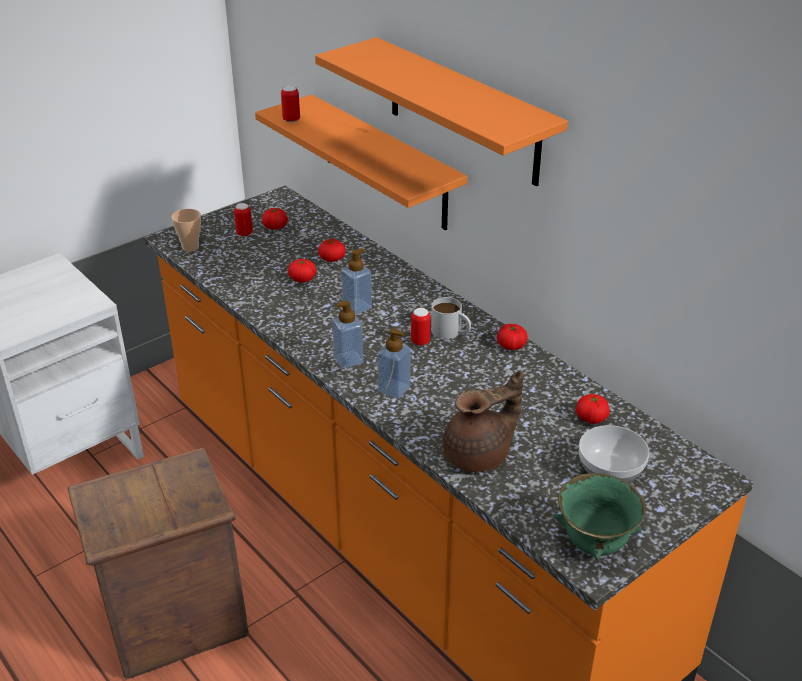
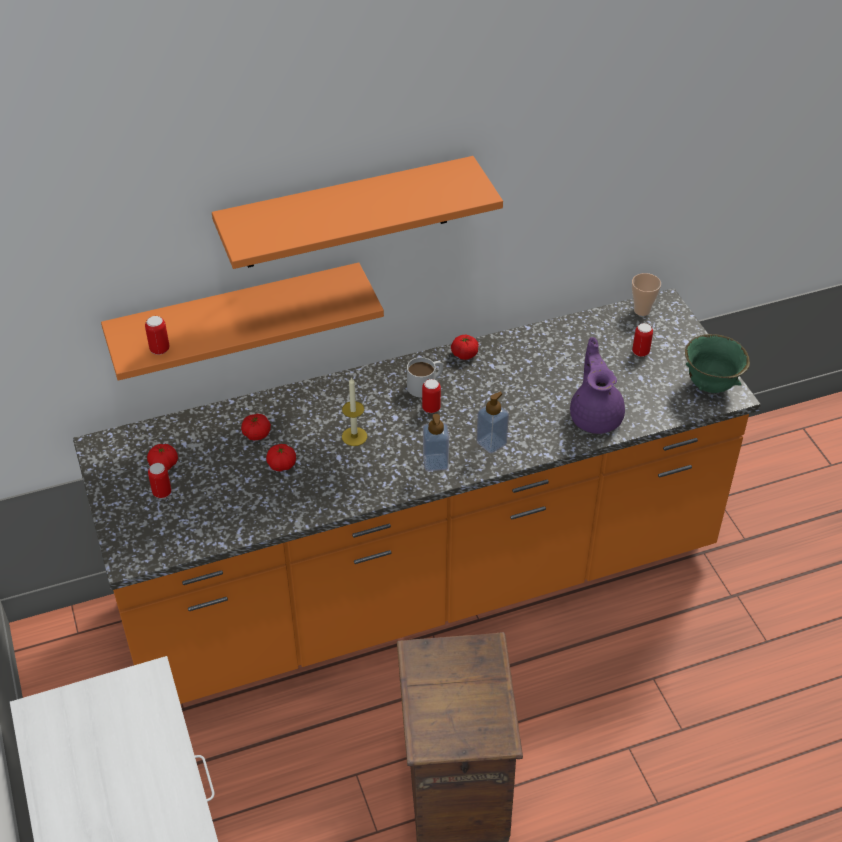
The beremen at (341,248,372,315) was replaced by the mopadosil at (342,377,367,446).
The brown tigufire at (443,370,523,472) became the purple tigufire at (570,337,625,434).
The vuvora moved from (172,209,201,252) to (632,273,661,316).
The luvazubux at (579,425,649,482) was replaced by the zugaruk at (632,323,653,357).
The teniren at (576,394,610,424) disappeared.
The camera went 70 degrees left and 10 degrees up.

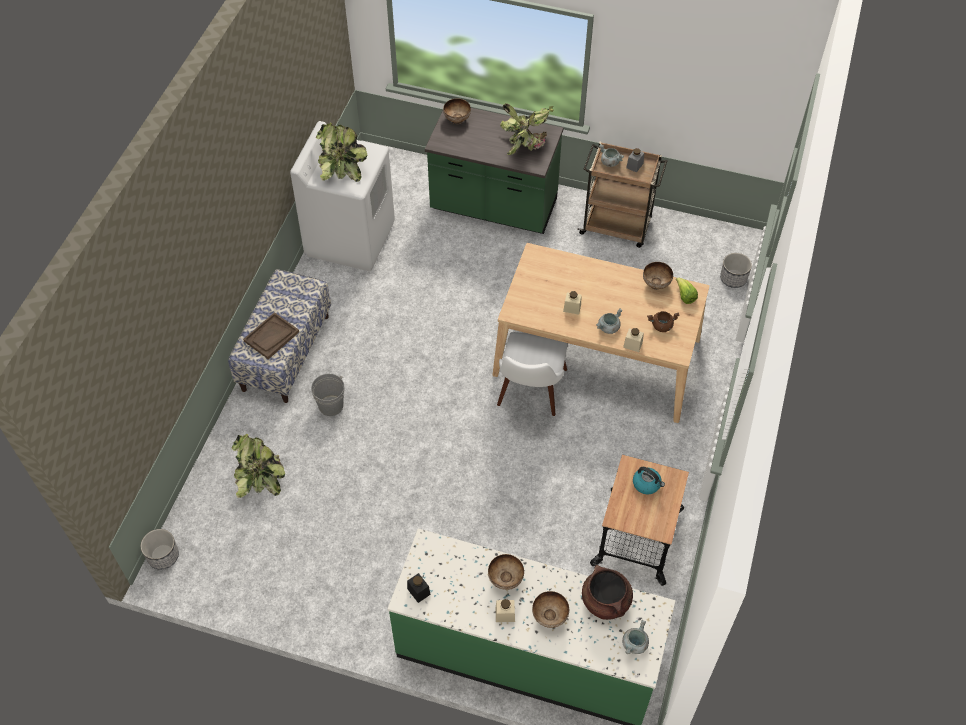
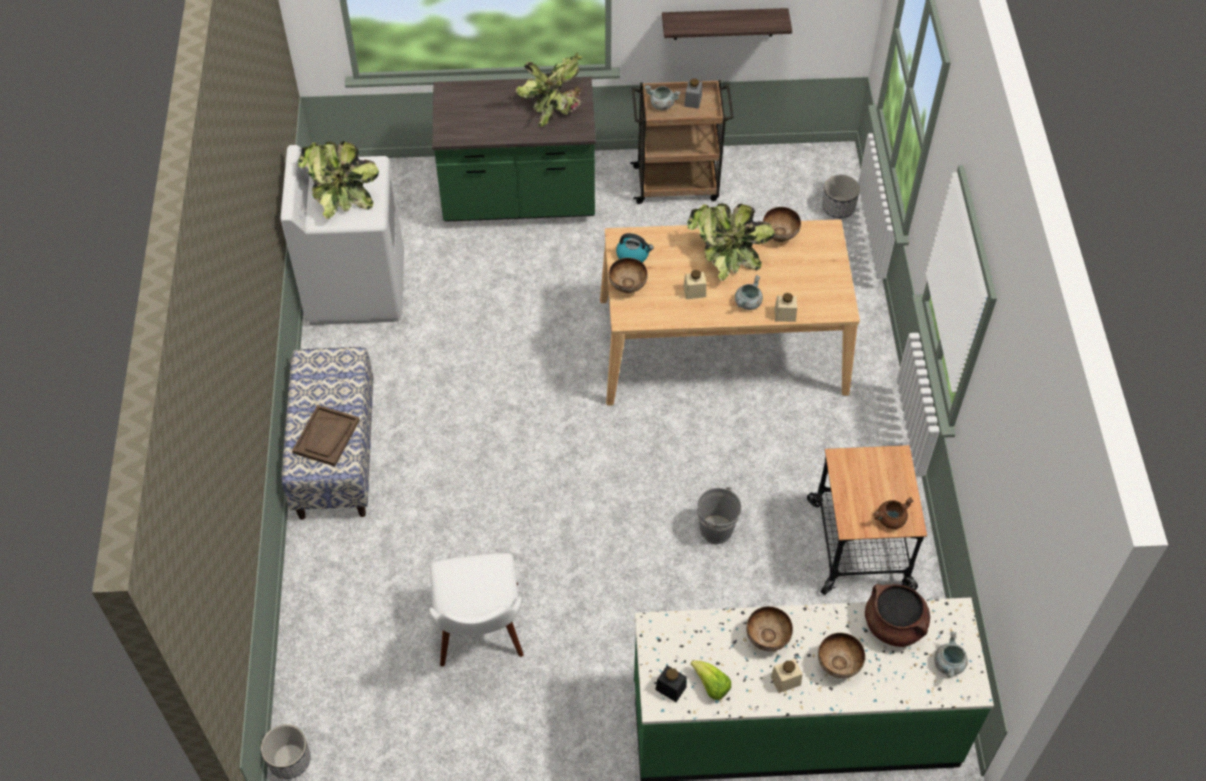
The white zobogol moved from (497,332,568,416) to (429,553,523,667).
The luvazubux moved from (443,98,471,124) to (609,258,648,293).
The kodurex moved from (633,467,665,494) to (616,233,654,263).
The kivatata at (662,8,792,40) appeared.
The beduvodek moved from (232,434,285,498) to (687,203,775,281).
The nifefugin moved from (676,277,698,304) to (690,660,731,700).
The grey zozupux moved from (311,374,344,416) to (697,487,742,544).
The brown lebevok moved from (647,311,679,332) to (873,497,913,529).
The camera went 20 degrees left and 0 degrees up.

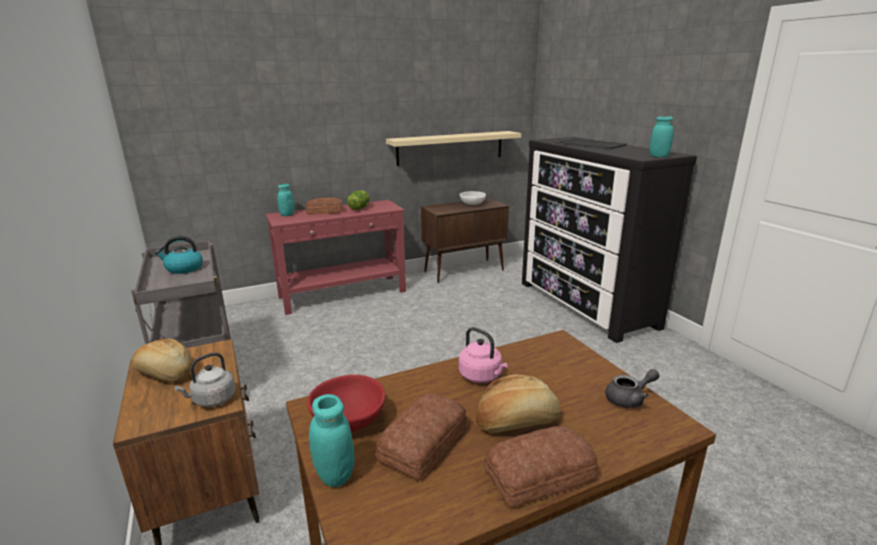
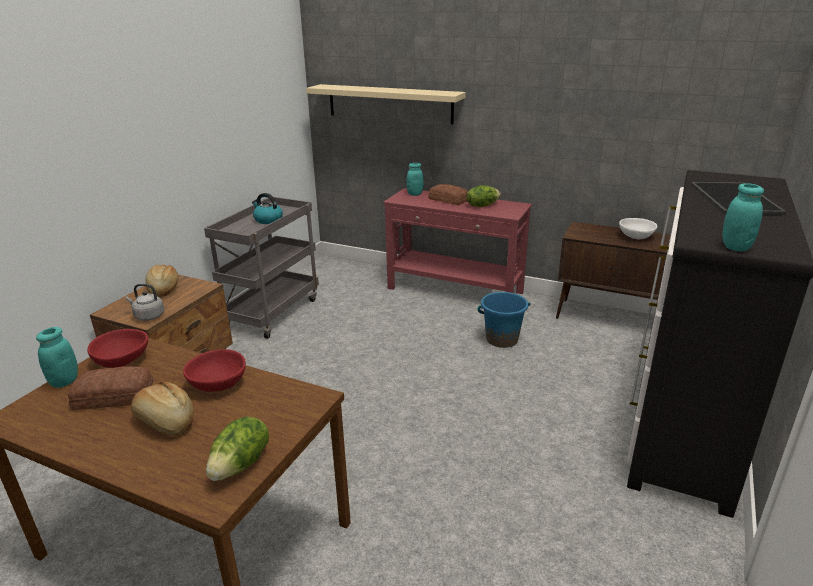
The pink kodurex at (459,327,508,383) was replaced by the red luvazubux at (183,349,246,392).
The grey tigufire at (605,369,660,408) was replaced by the nifefugin at (206,417,269,481).
The beige kivatata moved from (386,131,521,166) to (306,84,466,124).
The blue zozupux at (477,292,531,348) appeared.
The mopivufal at (484,426,599,509) disappeared.
The camera went 50 degrees right and 5 degrees up.

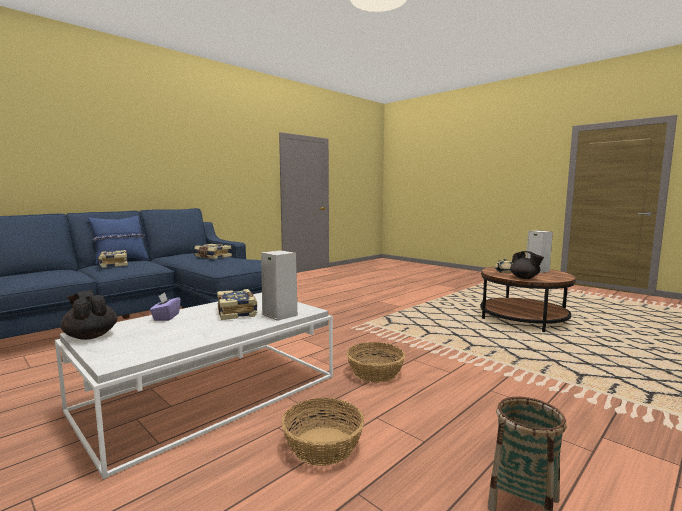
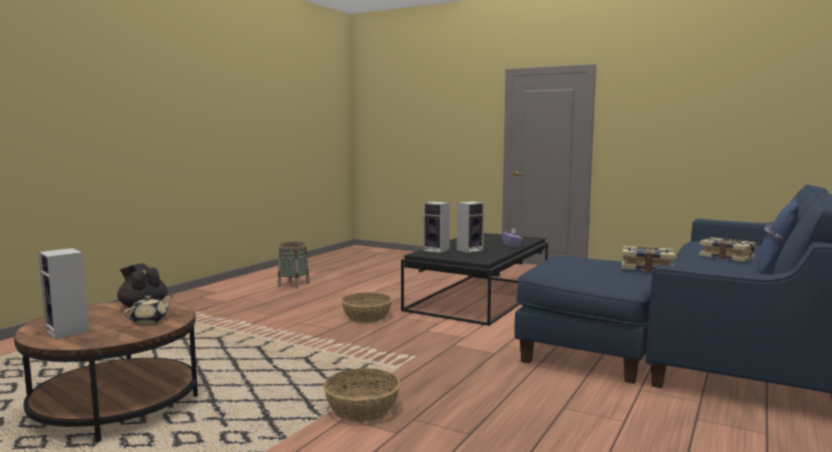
The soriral moved from (281,398,364,466) to (323,368,401,423).
The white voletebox at (55,293,333,480) became the black voletebox at (401,233,548,326).
The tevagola at (217,289,257,320) was replaced by the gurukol at (457,201,484,253).
The black tigufire at (60,290,117,340) disappeared.
The camera went 165 degrees right and 0 degrees up.

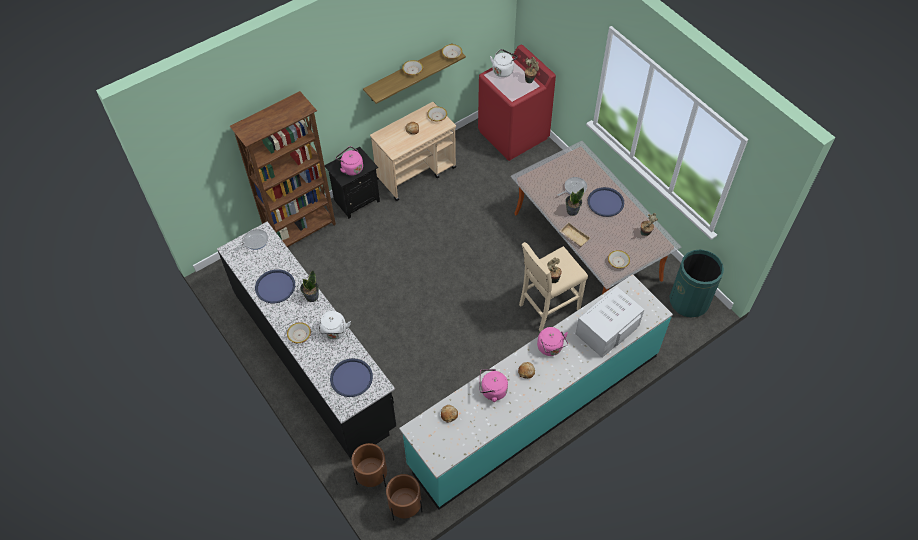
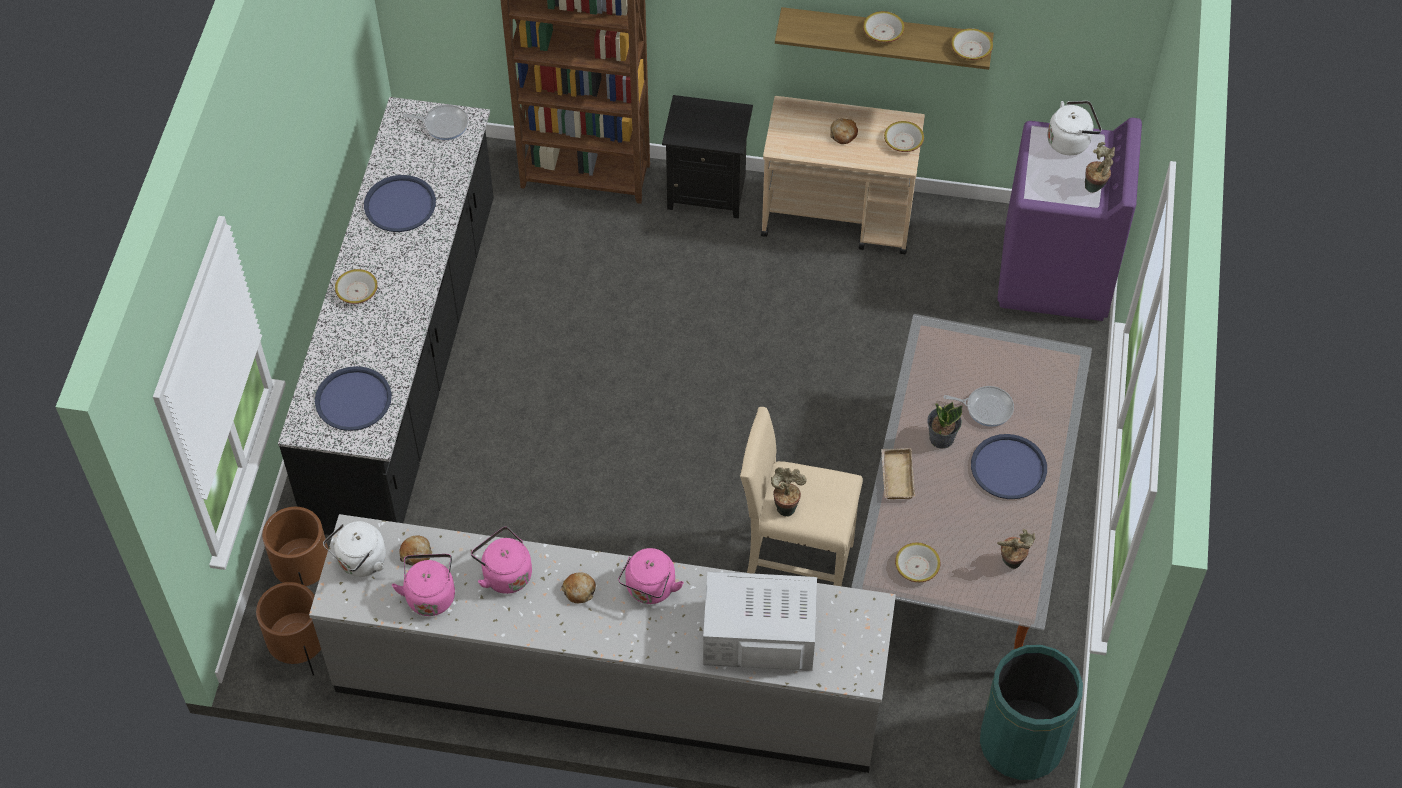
The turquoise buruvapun at (399,274,673,510) became the grey buruvapun at (309,514,896,773).
The white kodurex moved from (319,311,351,340) to (323,521,386,577).
The pink kodurex moved from (336,146,363,176) to (392,554,455,616).
The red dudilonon at (478,44,556,161) became the purple dudilonon at (997,118,1142,321).
The beduvodek at (300,270,319,302) disappeared.
The camera went 45 degrees right and 0 degrees up.

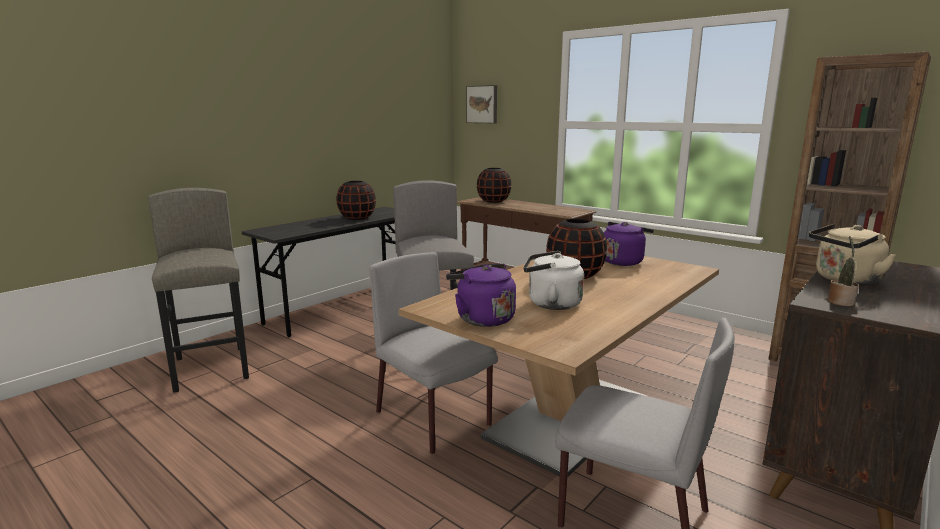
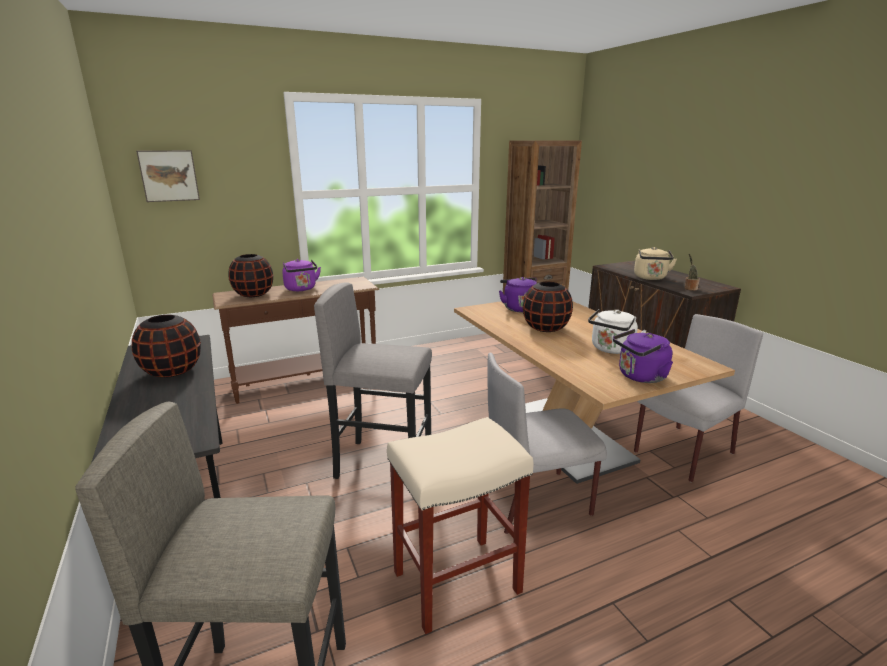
The purple kodurex at (282,259,321,291) appeared.
The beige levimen at (387,417,534,634) appeared.
The camera went 65 degrees left and 5 degrees up.

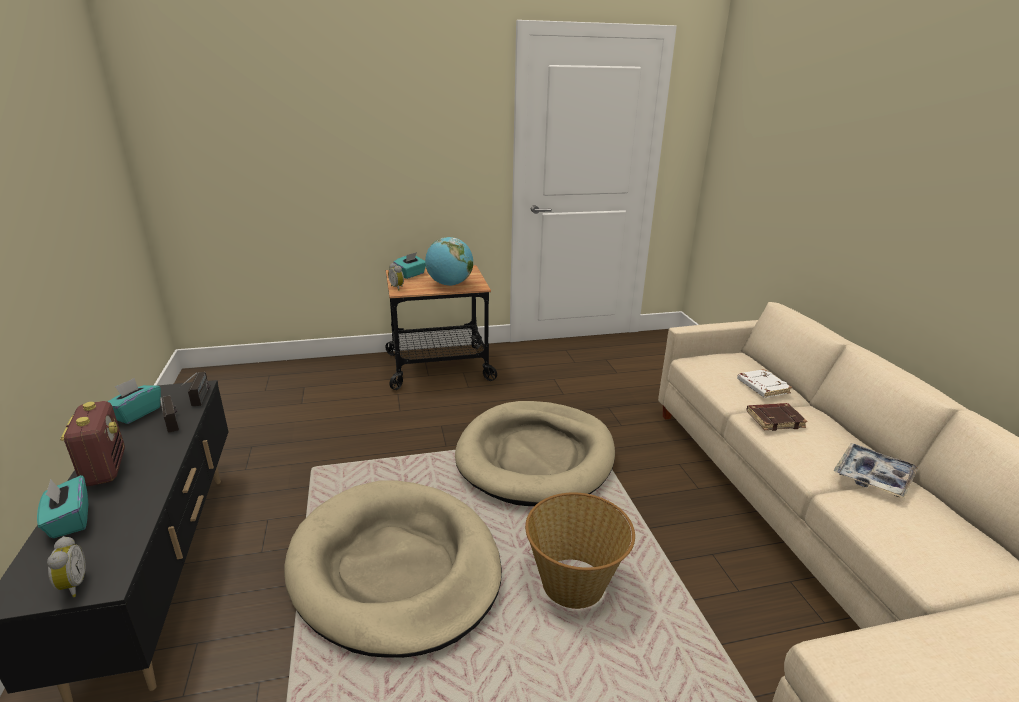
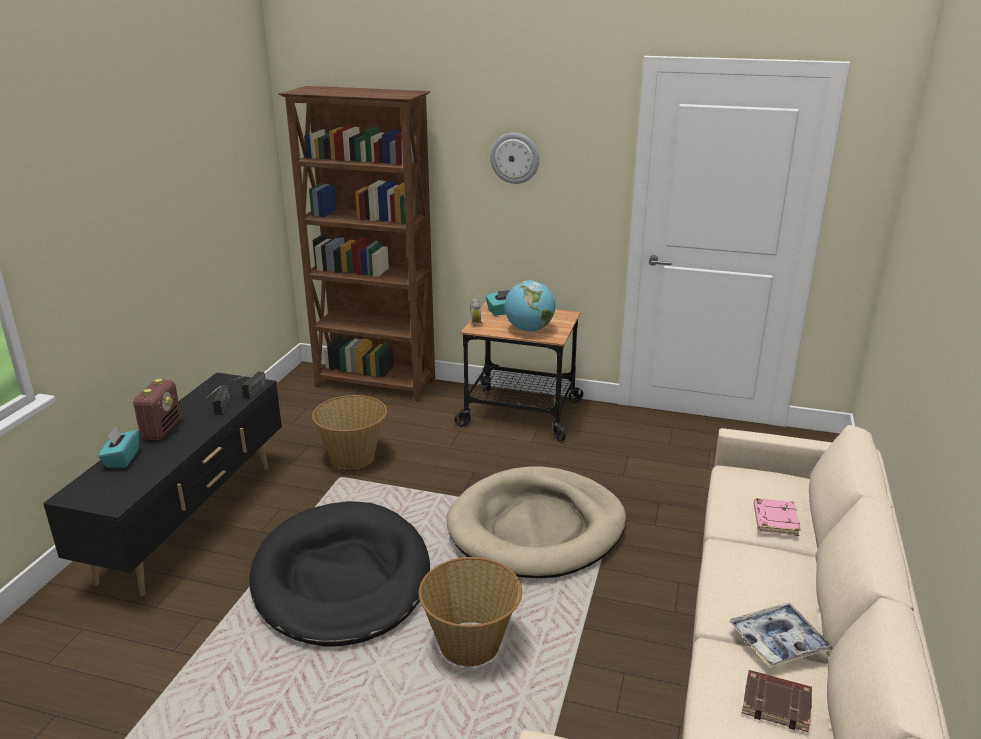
The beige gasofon at (284,480,502,658) became the black gasofon at (249,501,430,647).
The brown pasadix at (279,86,435,402) appeared.
The soriral at (312,395,387,469) appeared.
The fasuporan at (490,133,539,184) appeared.
The brown tevagola moved from (746,403,808,431) to (742,670,812,732).
The white tevagola at (737,369,792,398) became the pink tevagola at (753,498,801,536).
The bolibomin at (47,536,86,597) disappeared.
The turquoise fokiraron at (107,378,161,424) disappeared.
The camera went 30 degrees right and 0 degrees up.

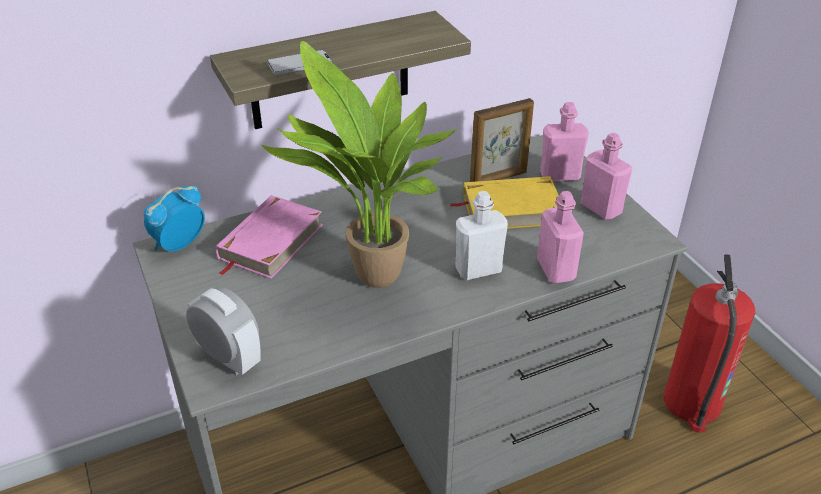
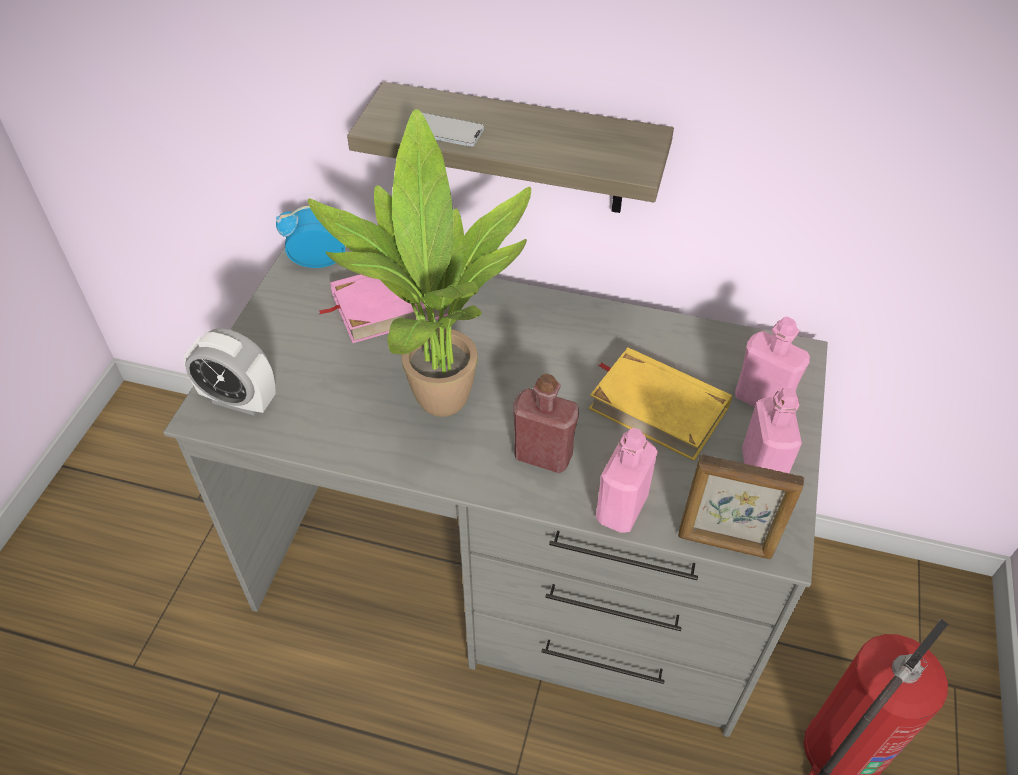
The bolibomin at (186,287,261,375) turned 120 degrees clockwise.
The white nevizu at (455,191,508,280) became the red nevizu at (513,374,579,473).
The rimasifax moved from (470,98,534,182) to (678,454,804,559).
The camera went 40 degrees right and 10 degrees up.

